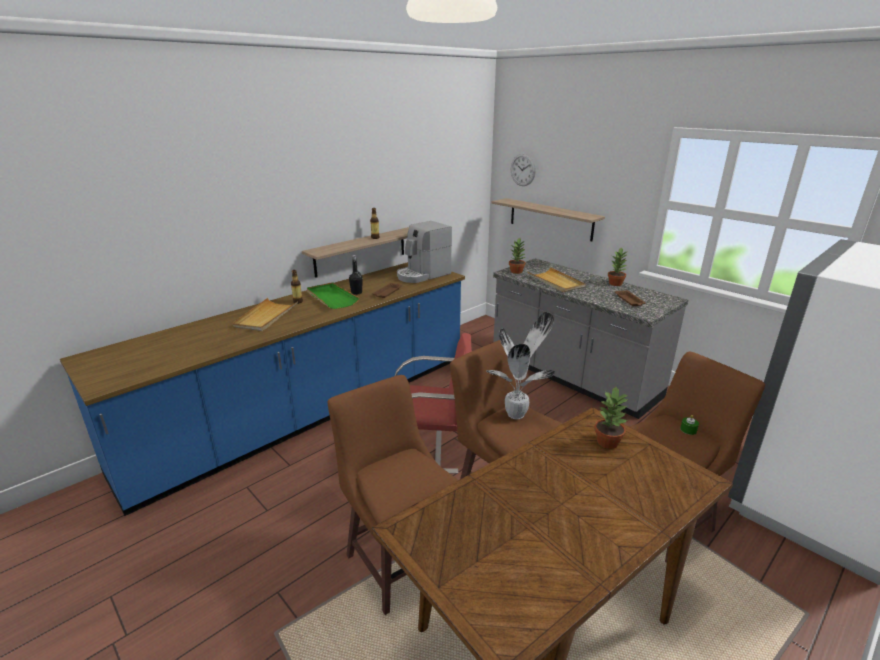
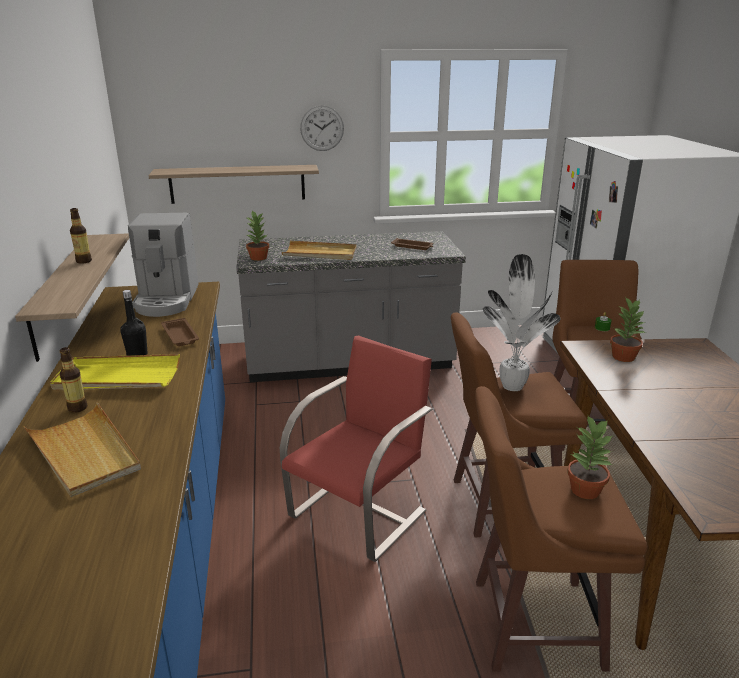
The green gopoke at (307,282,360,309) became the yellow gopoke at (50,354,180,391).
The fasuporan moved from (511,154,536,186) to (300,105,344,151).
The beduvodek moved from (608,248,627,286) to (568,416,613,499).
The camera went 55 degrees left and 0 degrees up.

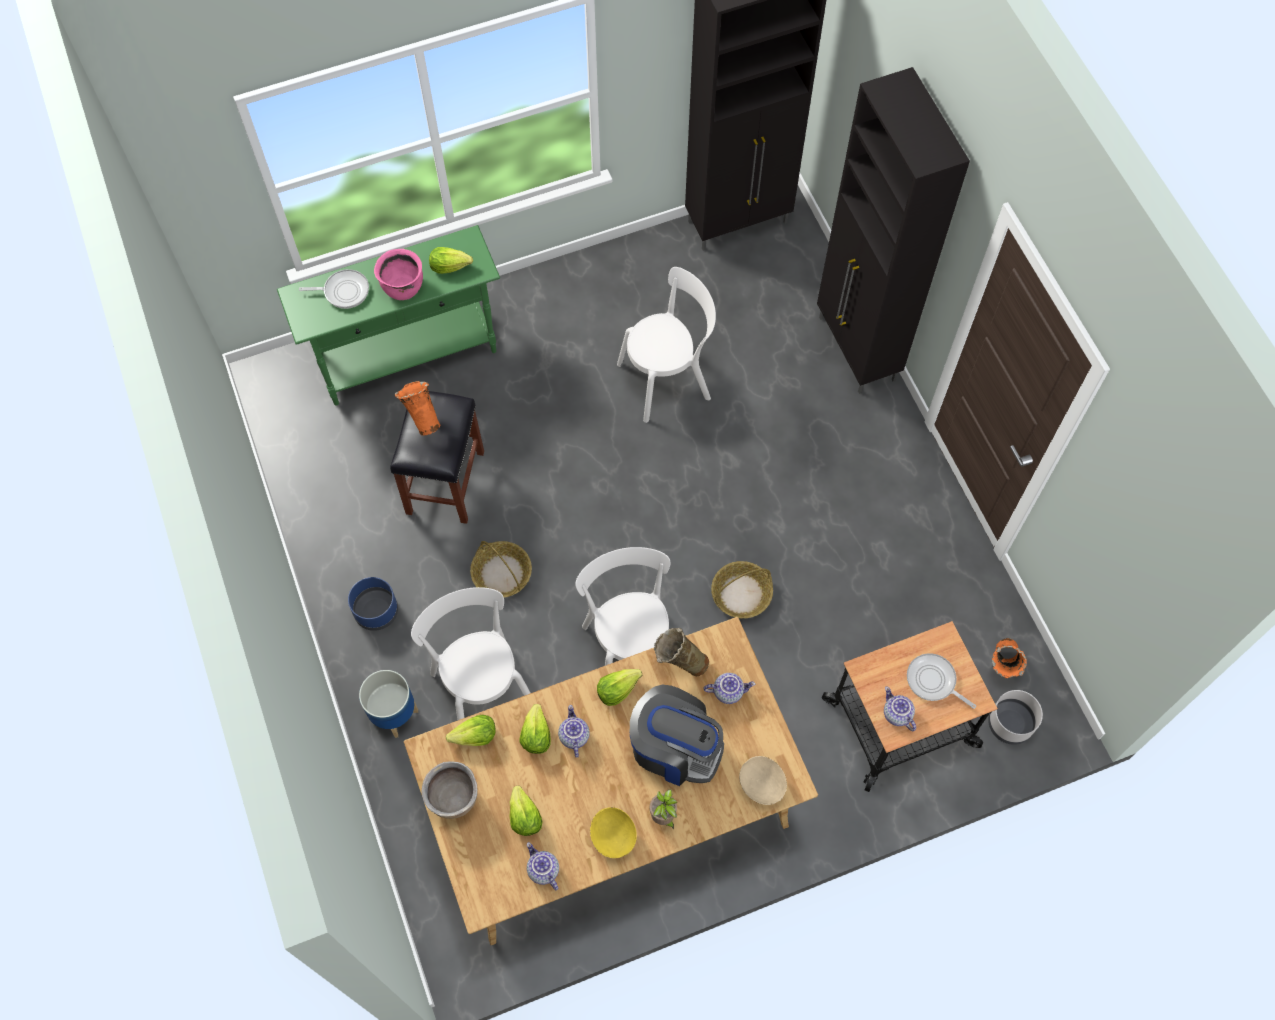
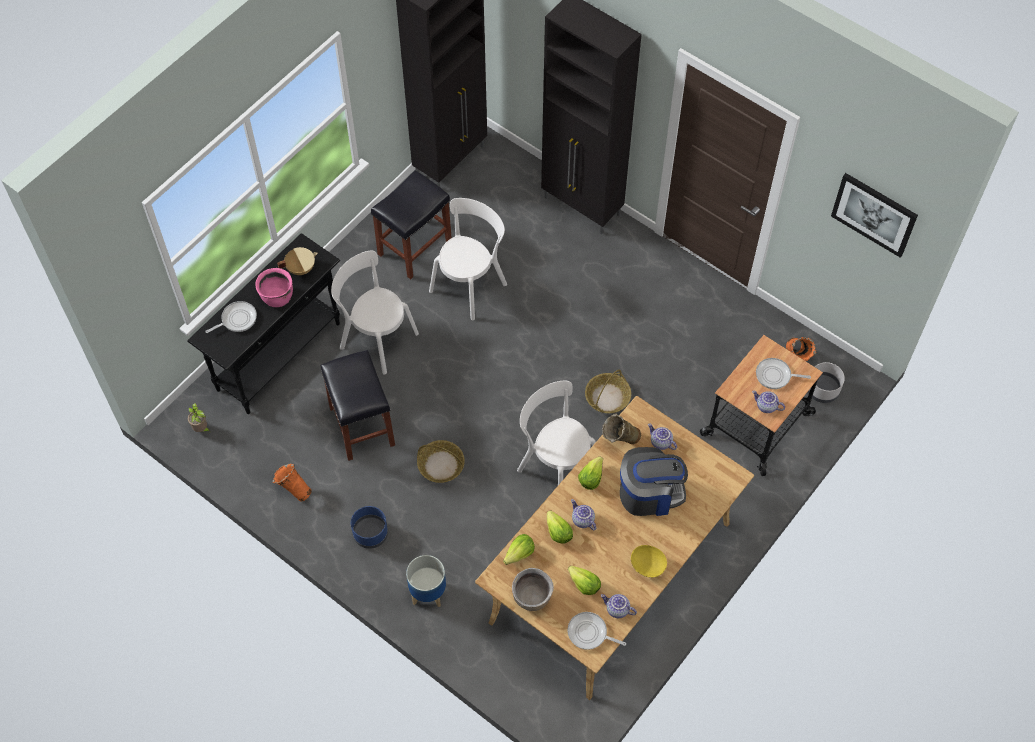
The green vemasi at (277,225,500,406) became the black vemasi at (187,233,340,414).
The beduvodek moved from (650,790,678,830) to (188,403,211,433).
The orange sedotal moved from (395,381,440,436) to (272,464,312,502).
The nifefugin at (429,247,473,274) was replaced by the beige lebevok at (277,247,317,275).
The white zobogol moved from (411,587,530,720) to (331,251,419,375).
The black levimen at (371,170,452,279) appeared.
The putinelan at (567,612,626,650) appeared.
The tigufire at (704,673,756,704) turned 105 degrees counterclockwise.
The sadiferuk at (831,173,918,258) appeared.
The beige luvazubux at (739,756,787,805) disappeared.
The camera went 30 degrees left and 5 degrees down.

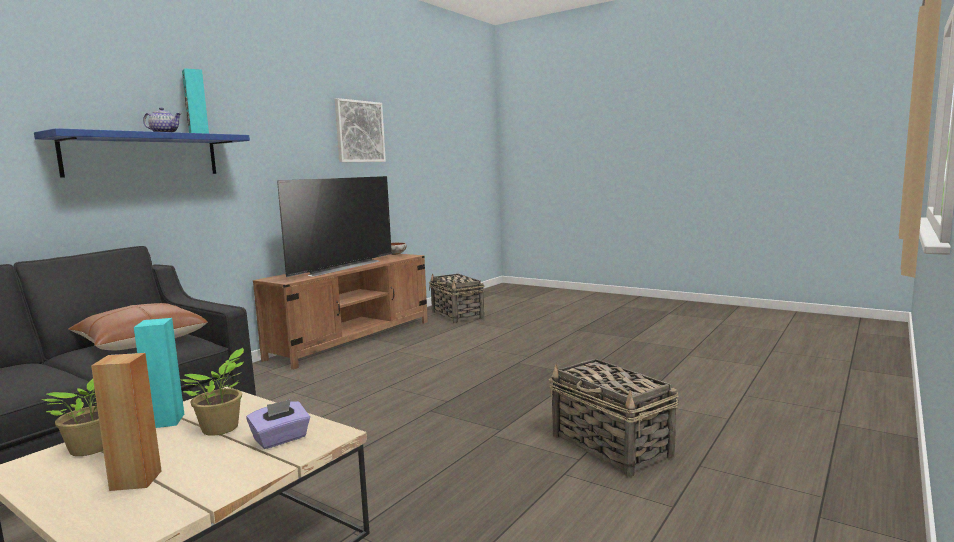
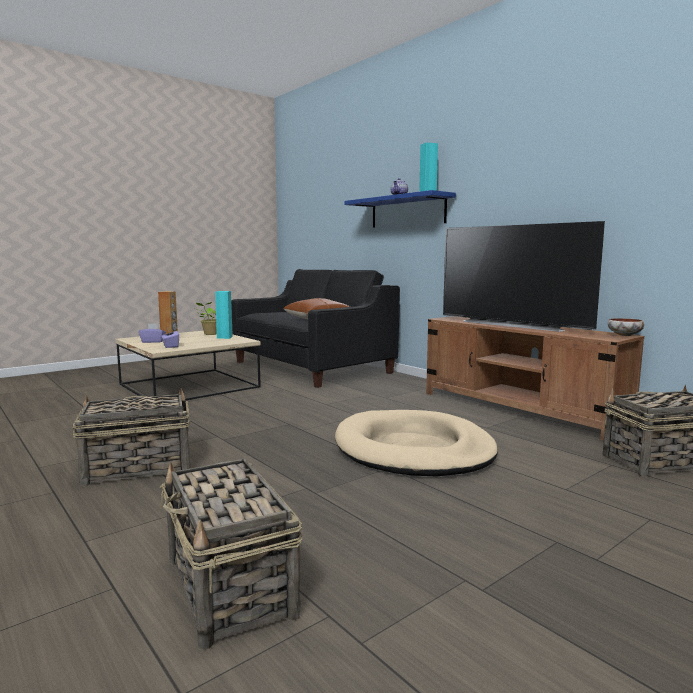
The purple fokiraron at (139,324,166,343) appeared.
The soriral at (160,459,302,650) appeared.
The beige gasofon at (335,410,498,477) appeared.
The beduvodek at (181,348,244,436) disappeared.
The sadiferuk at (335,98,386,162) disappeared.
The camera went 105 degrees right and 0 degrees up.

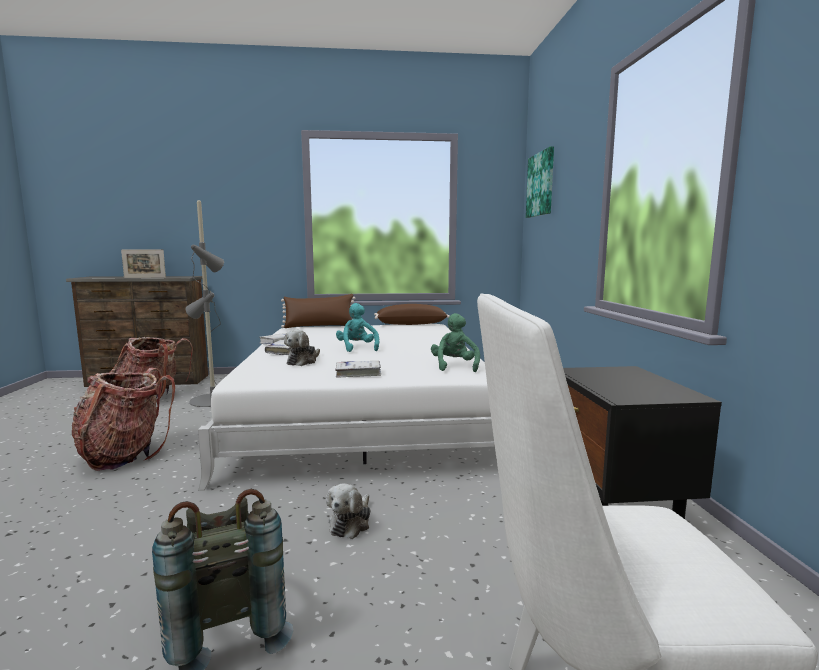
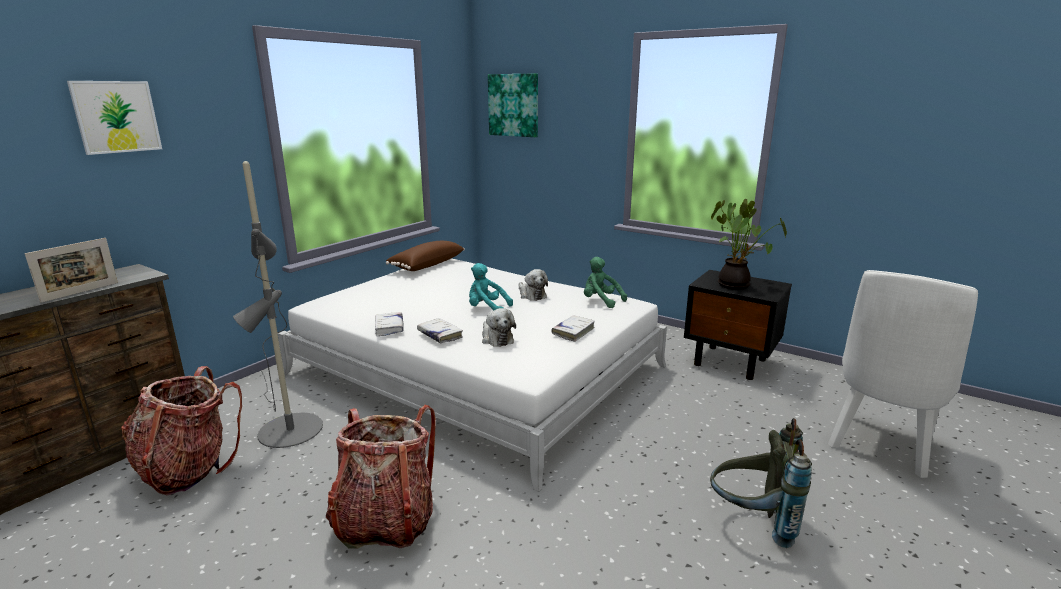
The sadiferuk at (67,81,162,155) appeared.
The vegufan moved from (326,483,371,539) to (519,269,548,301).
The beduvodek at (711,199,787,290) appeared.
The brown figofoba at (281,294,355,328) disappeared.
The camera went 50 degrees left and 10 degrees up.

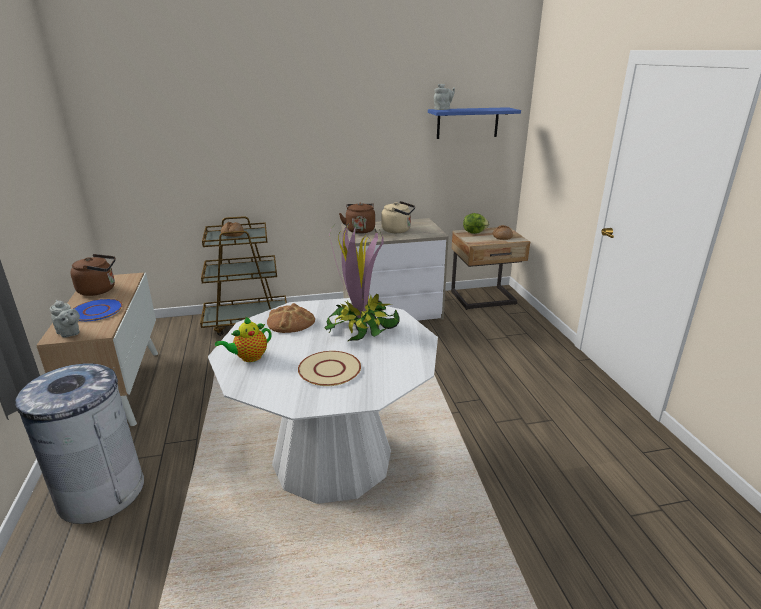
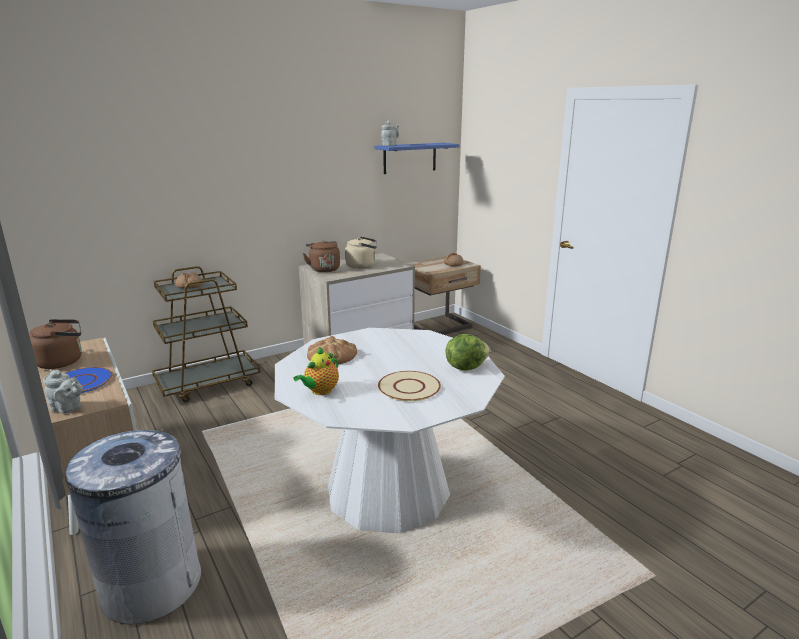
The nifefugin moved from (463,213,489,234) to (446,334,490,371).
The beduvodek at (324,222,399,341) disappeared.
The camera went 20 degrees left and 5 degrees down.

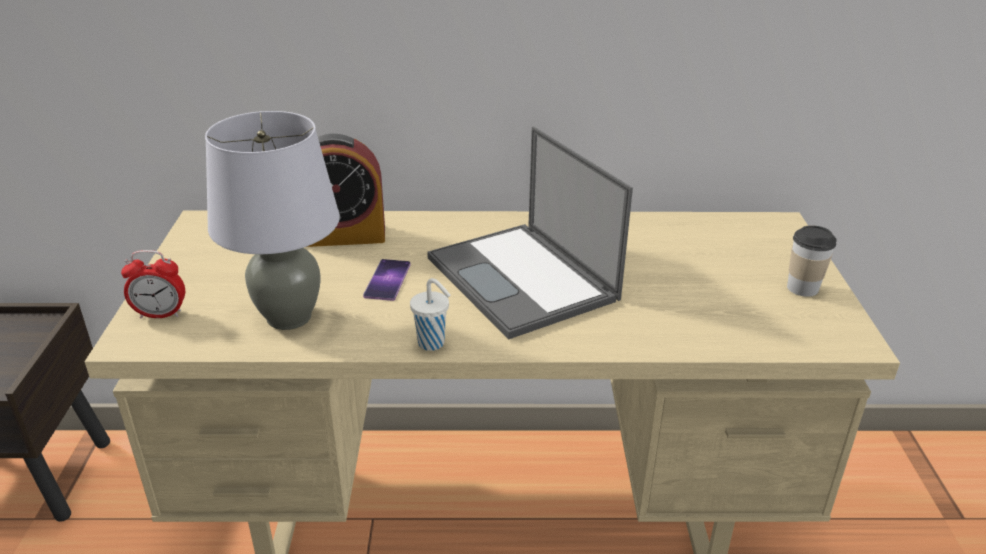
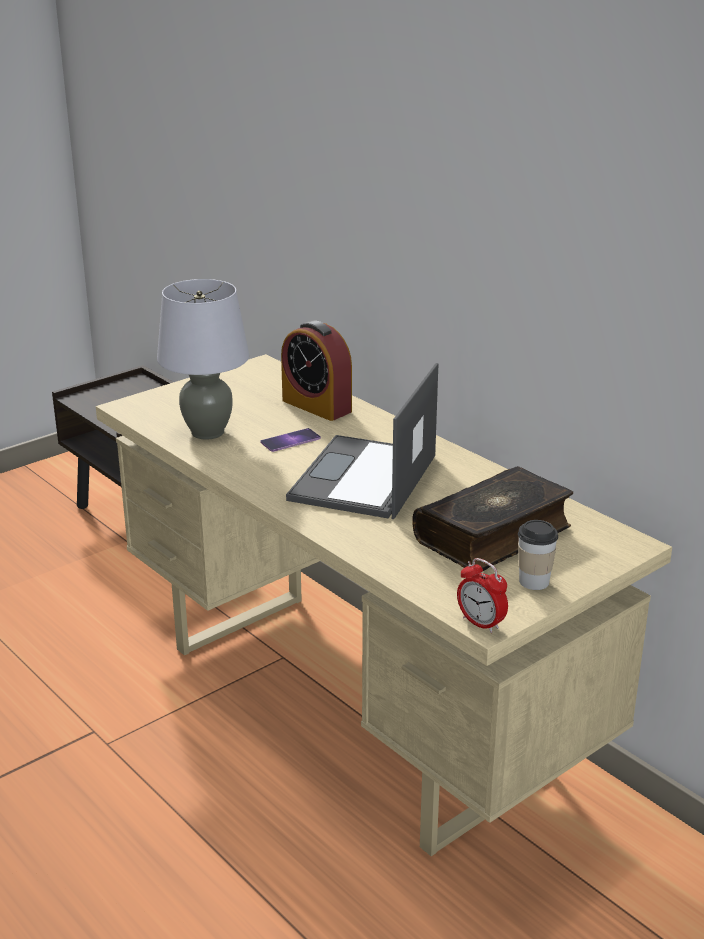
The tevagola at (412,466,573,571) appeared.
The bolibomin moved from (121,250,185,319) to (457,558,508,633).
The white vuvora at (410,278,451,351) disappeared.
The camera went 50 degrees right and 5 degrees down.

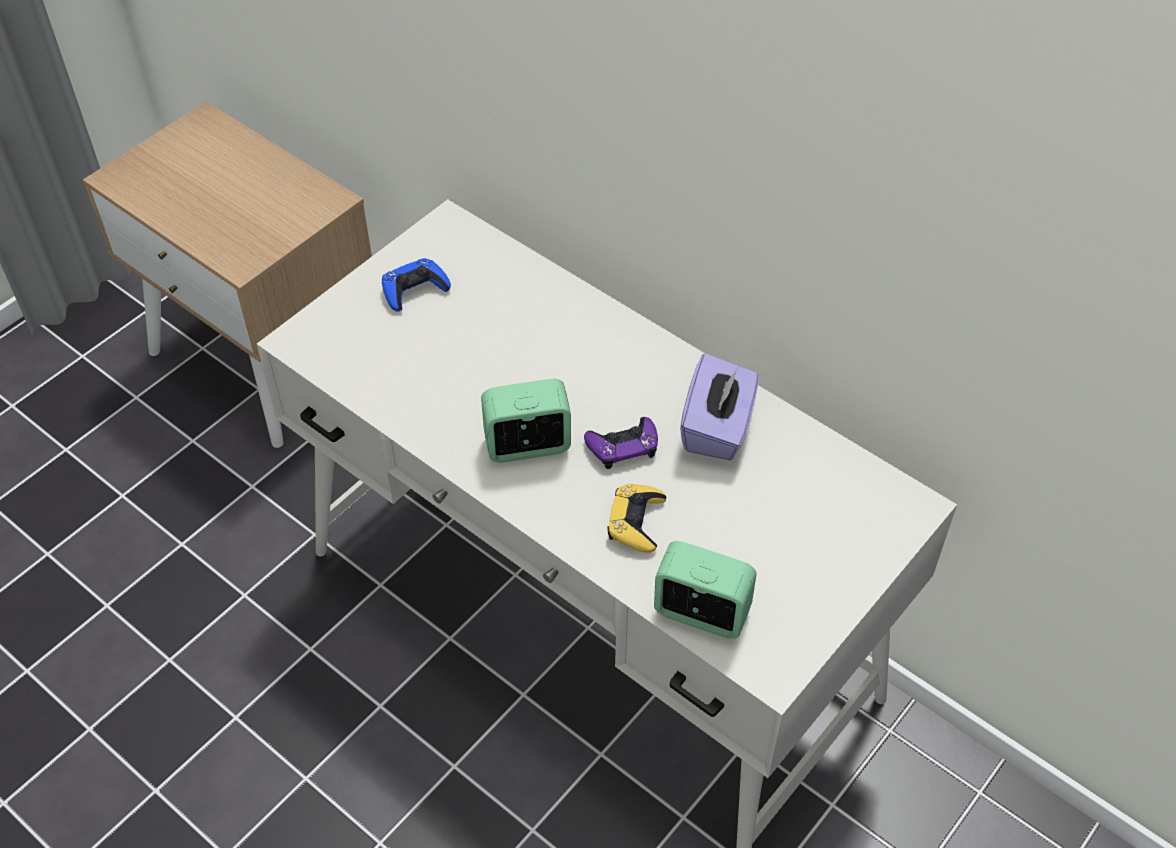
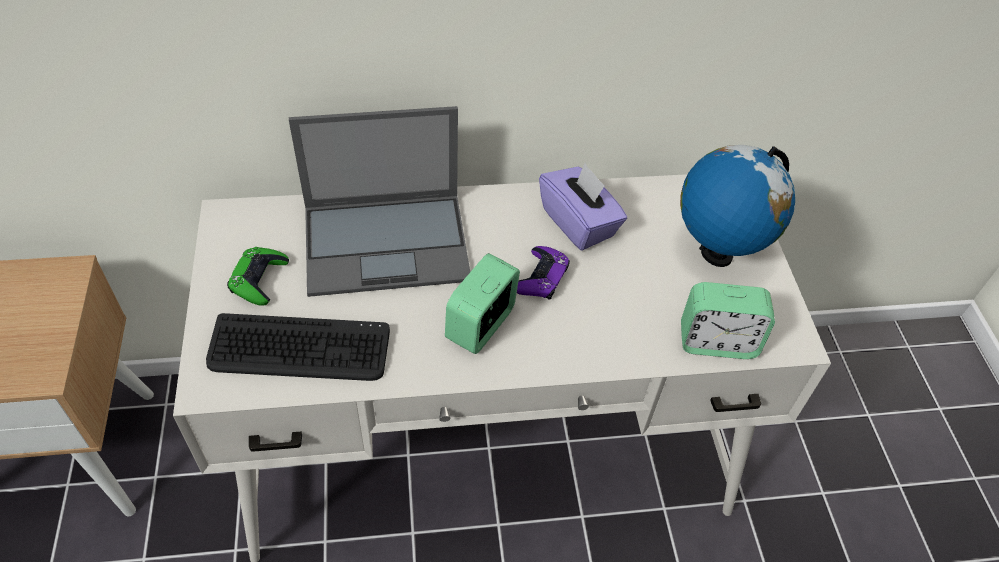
The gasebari at (206,313,390,381) appeared.
The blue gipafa at (382,258,451,312) became the green gipafa at (227,247,289,306).
The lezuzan at (289,106,470,297) appeared.
The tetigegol at (680,145,795,267) appeared.
The bolibomin at (654,541,757,639) turned 150 degrees counterclockwise.
The yellow gipafa at (607,484,666,553) disappeared.
The camera went 50 degrees left and 0 degrees up.

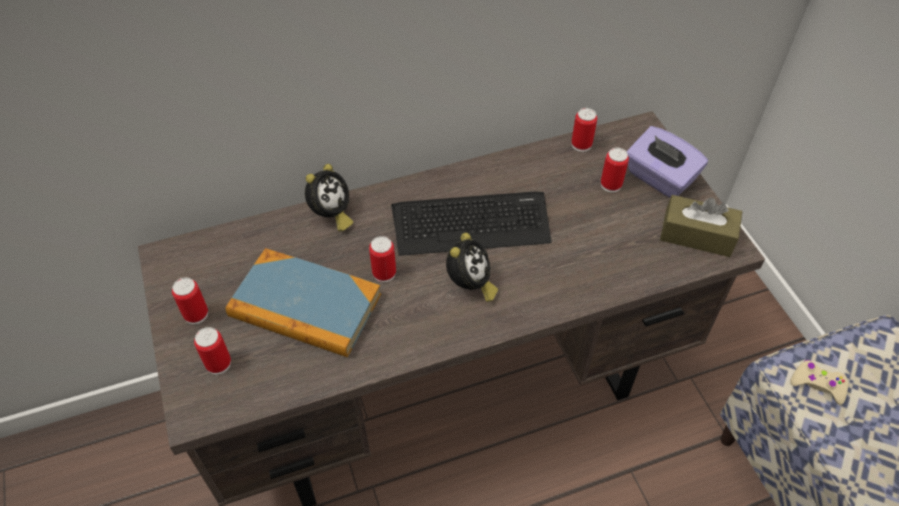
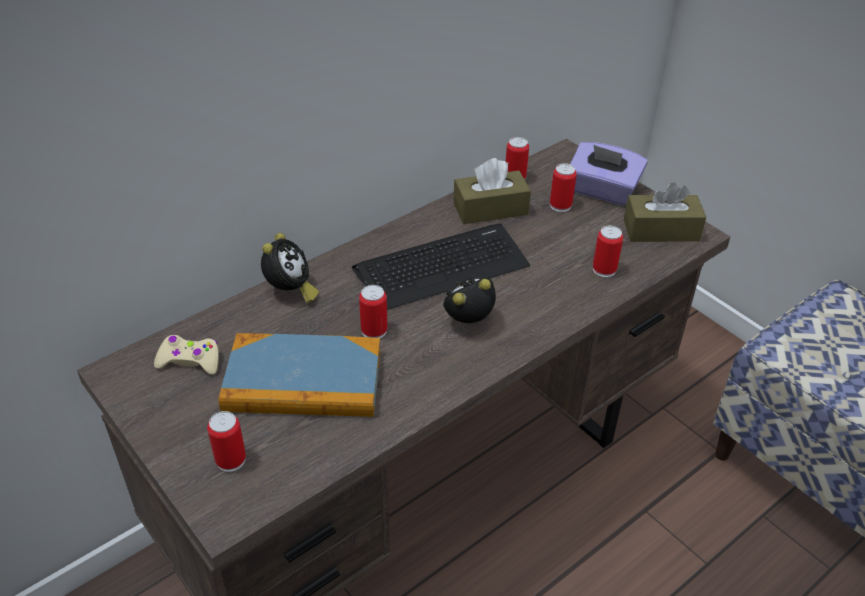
The beige gipafa moved from (790,360,848,404) to (154,335,219,375).
The bolibomin at (446,233,498,302) turned 120 degrees counterclockwise.
The brown fokiraron at (453,158,531,224) appeared.
The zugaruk moved from (172,277,208,324) to (593,226,623,277).
The camera went 20 degrees left and 10 degrees down.

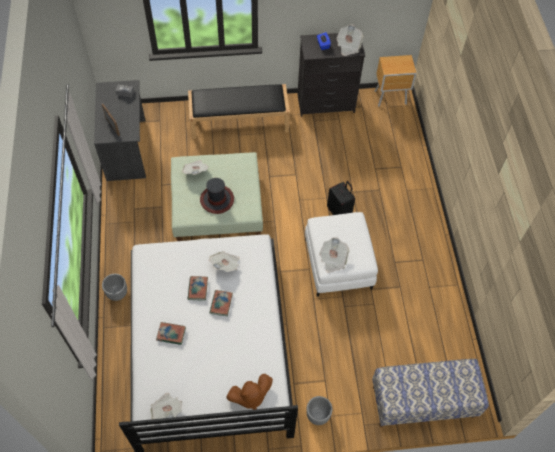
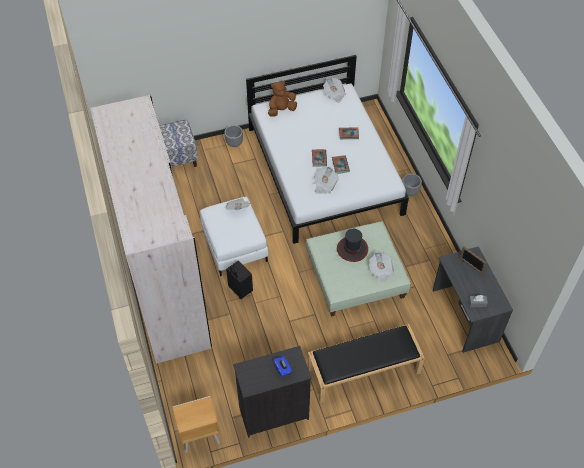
The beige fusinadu at (90,95,212,364) appeared.
The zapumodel at (336,24,363,56) disappeared.
The camera went 170 degrees right and 5 degrees down.

